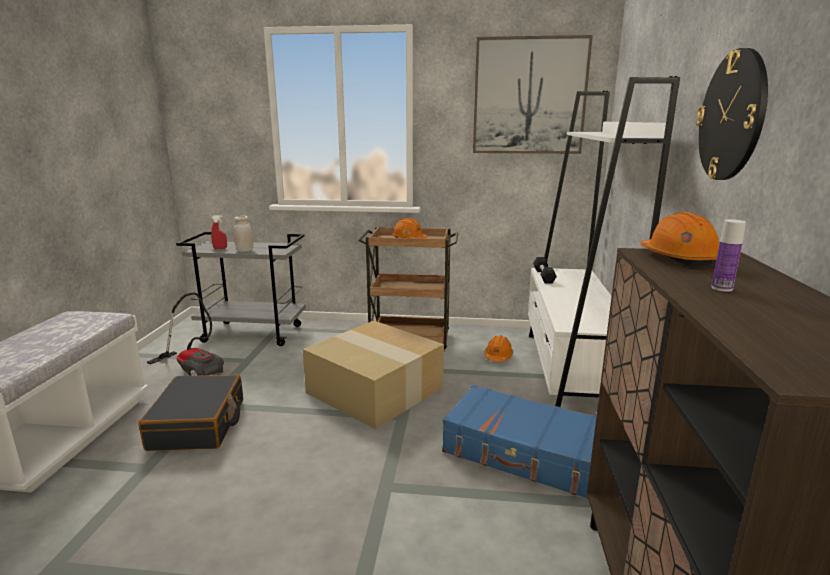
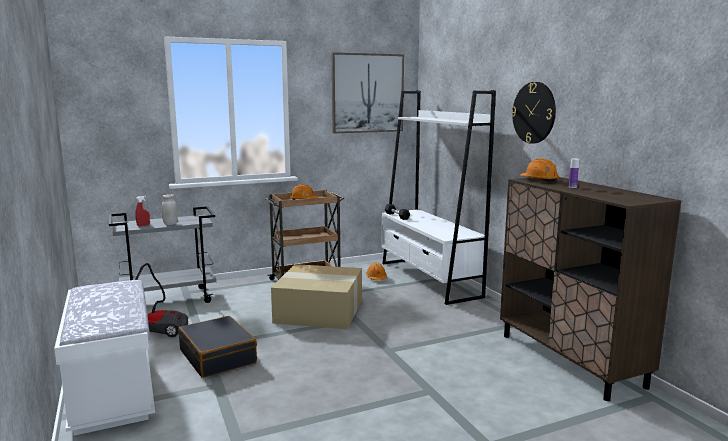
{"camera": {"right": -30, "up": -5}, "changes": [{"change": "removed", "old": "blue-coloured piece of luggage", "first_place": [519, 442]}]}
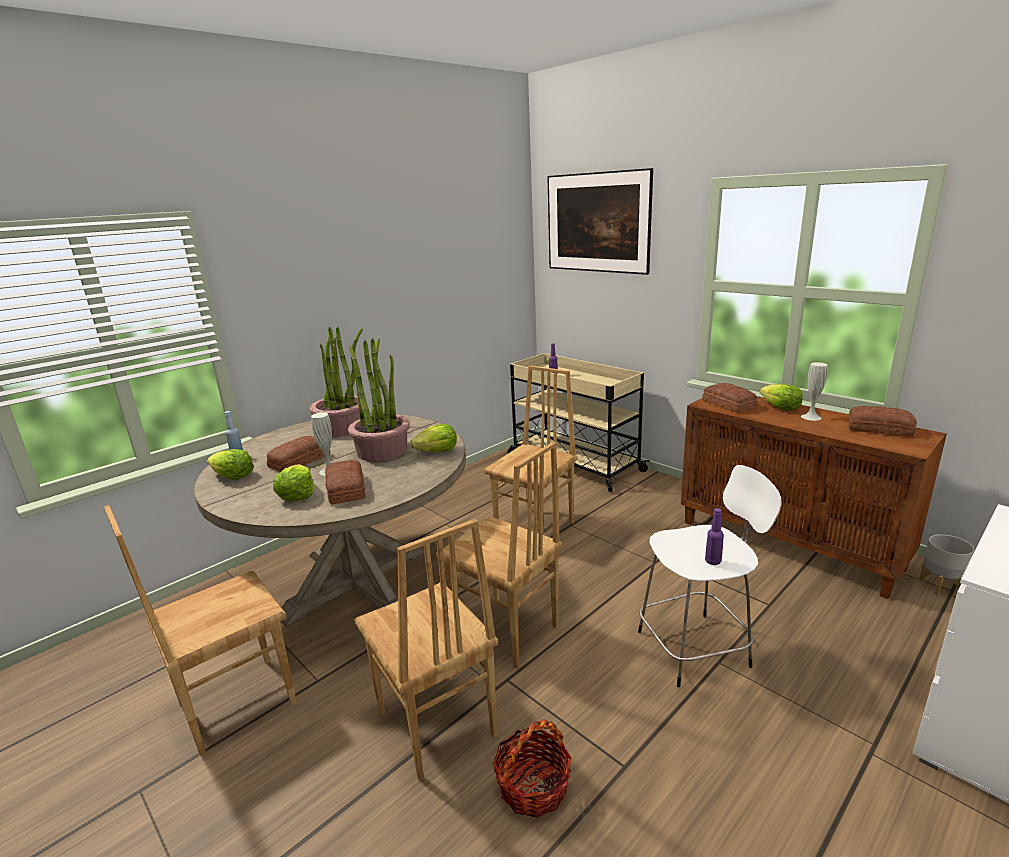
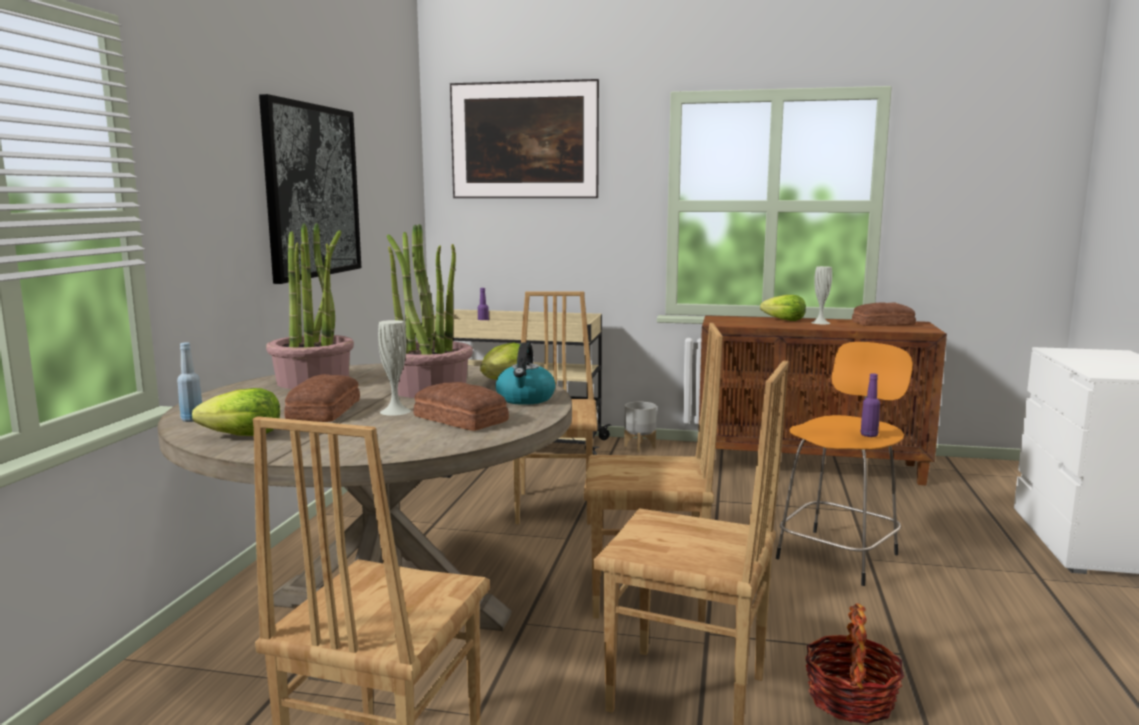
{"camera": {"right": -35, "up": -10}, "changes": [{"change": "removed", "old": "head of lettuce", "first_place": [294, 482]}, {"change": "removed", "old": "bakery bread", "first_place": [730, 398]}, {"change": "added", "new": "wall picture", "second_place": [310, 189]}, {"change": "added", "new": "tea kettle", "second_place": [525, 373]}, {"change": "moved", "old": "greyish flower pot", "first_place": [946, 565], "second_place": [640, 427]}, {"change": "recoloured", "old": "white-coloured sitting stool", "new": "orange-coloured sitting stool", "first_place": [710, 576], "second_place": [844, 464]}]}
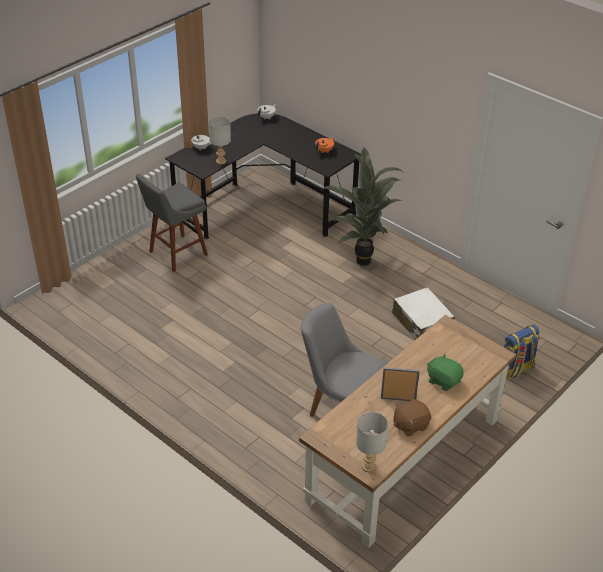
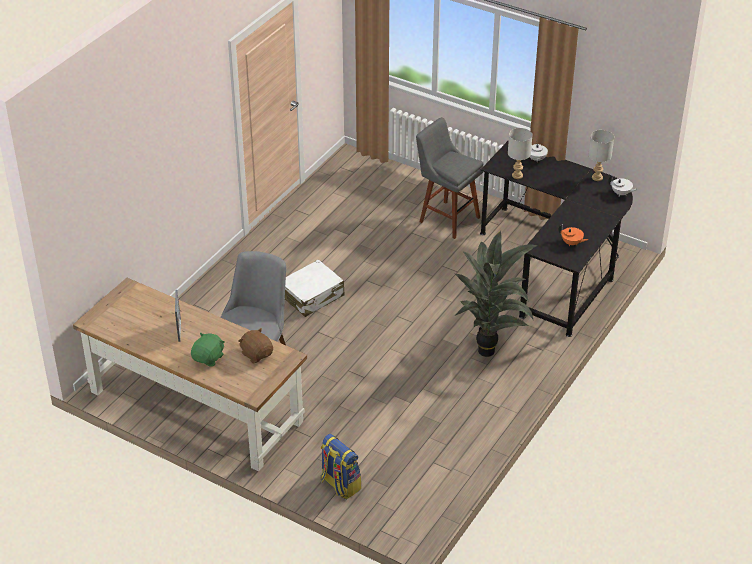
{"camera": {"right": 80, "up": 0}, "changes": [{"change": "moved", "old": "greyish tabletop lamp", "first_place": [372, 442], "second_place": [601, 155]}, {"change": "moved", "old": "white-coloured piece of luggage", "first_place": [423, 313], "second_place": [315, 288]}, {"change": "moved", "old": "brownish plush toy", "first_place": [412, 418], "second_place": [255, 345]}]}
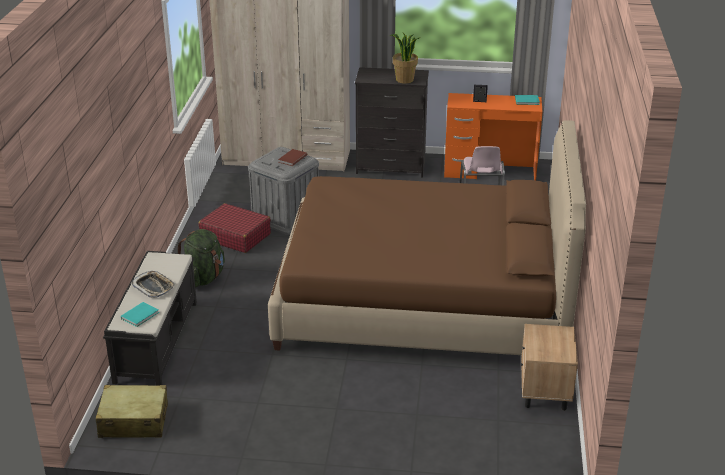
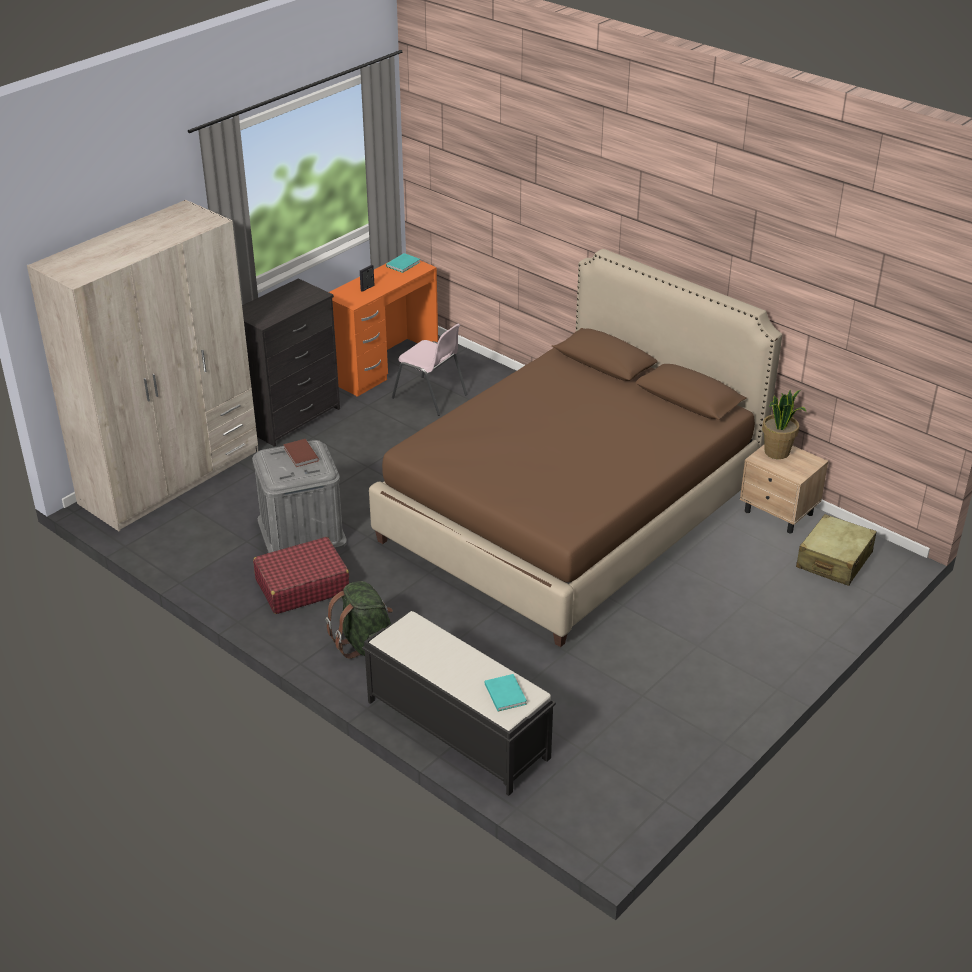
{"camera": {"right": -55, "up": 5}, "changes": [{"change": "removed", "old": "tray", "first_place": [153, 284]}, {"change": "moved", "old": "sand-coloured piece of luggage", "first_place": [132, 411], "second_place": [836, 550]}, {"change": "moved", "old": "plant in a pot", "first_place": [404, 58], "second_place": [784, 424]}]}
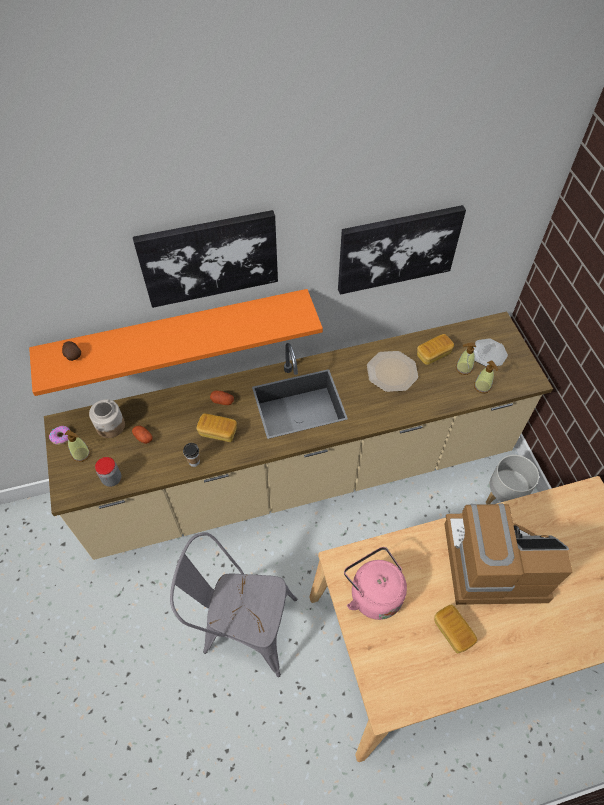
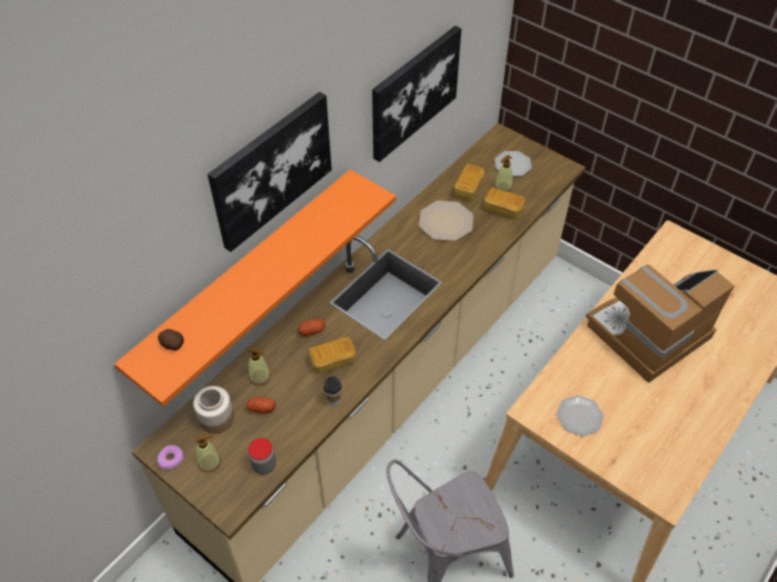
{"camera": {"right": -35, "up": -5}, "changes": [{"change": "removed", "old": "greyish flower pot", "first_place": [512, 479]}, {"change": "moved", "old": "bakery bread", "first_place": [455, 629], "second_place": [505, 203]}, {"change": "moved", "old": "liquid soap bottle", "first_place": [486, 376], "second_place": [259, 366]}, {"change": "replaced", "old": "pink tea kettle", "new": "flat dish", "first_place": [375, 583], "second_place": [580, 415]}]}
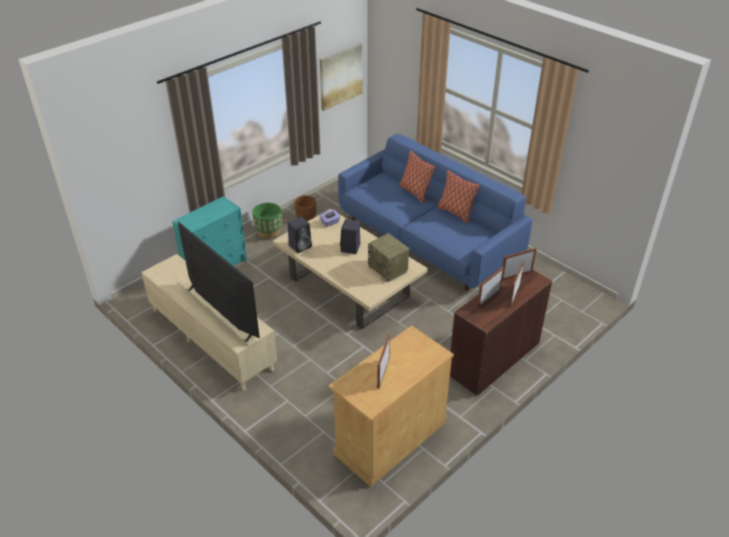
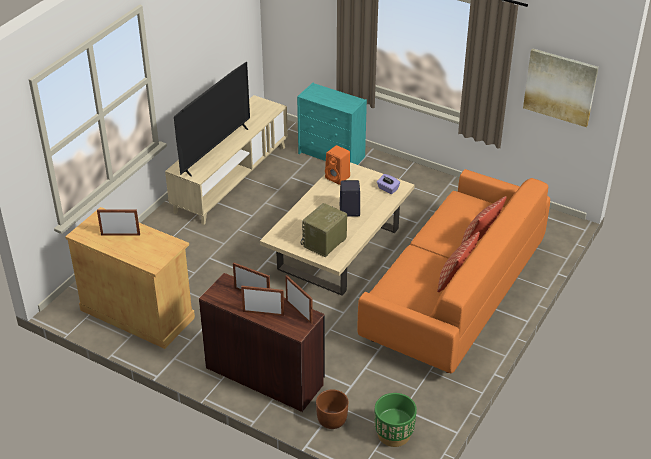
{"camera": {"right": 75, "up": 0}, "changes": [{"change": "moved", "old": "greenish flower pot", "first_place": [267, 221], "second_place": [395, 420]}, {"change": "moved", "old": "brownish flower pot", "first_place": [305, 208], "second_place": [332, 409]}, {"change": "recoloured", "old": "black-coloured loudspeaker", "new": "orange-coloured loudspeaker", "first_place": [300, 235], "second_place": [337, 165]}, {"change": "recoloured", "old": "blue-coloured couch", "new": "orange-coloured couch", "first_place": [435, 212], "second_place": [453, 271]}]}
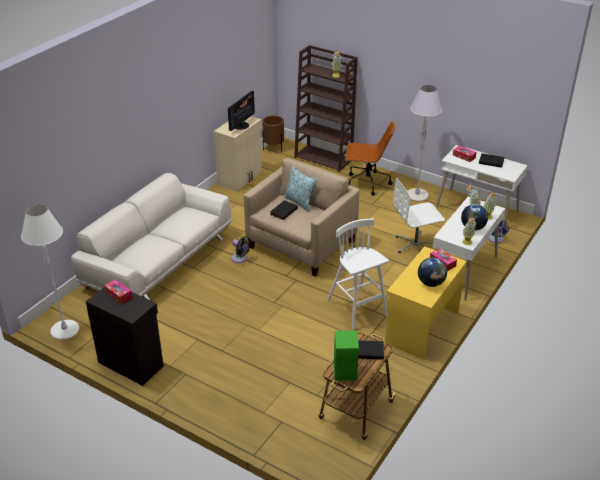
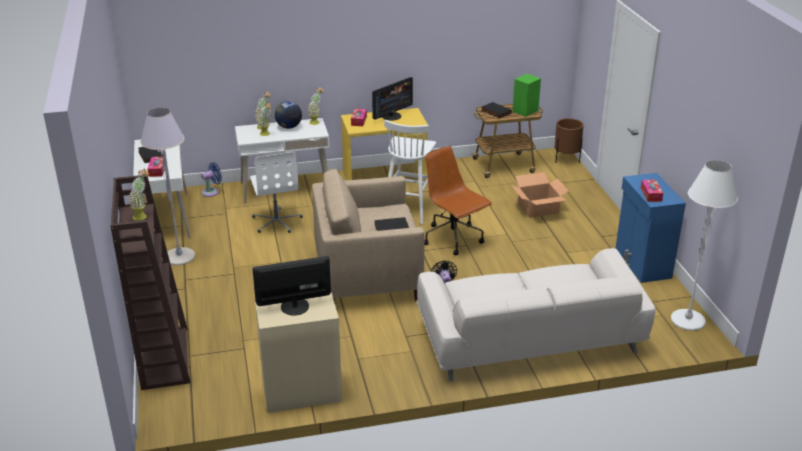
{"camera": {"right": -135, "up": -5}, "changes": [{"change": "removed", "old": "throw pillow", "first_place": [300, 189]}, {"change": "added", "new": "cardboard box", "second_place": [540, 195]}, {"change": "moved", "old": "brownish flower pot", "first_place": [273, 134], "second_place": [569, 140]}, {"change": "moved", "old": "brownish office chair", "first_place": [370, 158], "second_place": [458, 200]}, {"change": "replaced", "old": "desk globe", "new": "monitor", "first_place": [432, 272], "second_place": [392, 99]}, {"change": "recoloured", "old": "black-coloured cupboard", "new": "blue-coloured cupboard", "first_place": [125, 336], "second_place": [651, 228]}, {"change": "turned", "old": "white-coloured office chair", "first_place": [419, 215], "second_place": [276, 192], "degrees": 45}]}
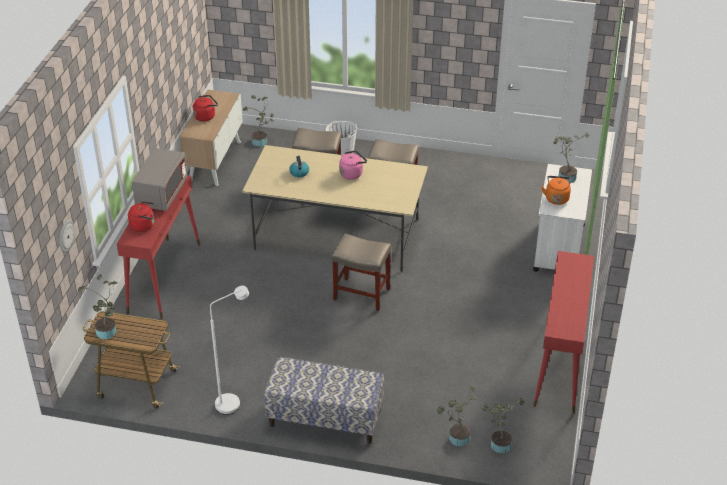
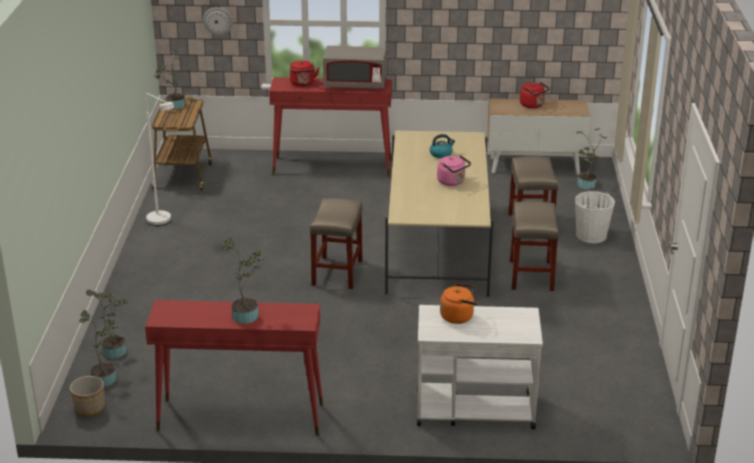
{"camera": {"right": 80, "up": -10}, "changes": [{"change": "removed", "old": "indoor bench", "first_place": [324, 400]}, {"change": "added", "new": "flower pot", "second_place": [87, 396]}, {"change": "moved", "old": "plant in a pot", "first_place": [571, 158], "second_place": [243, 281]}]}
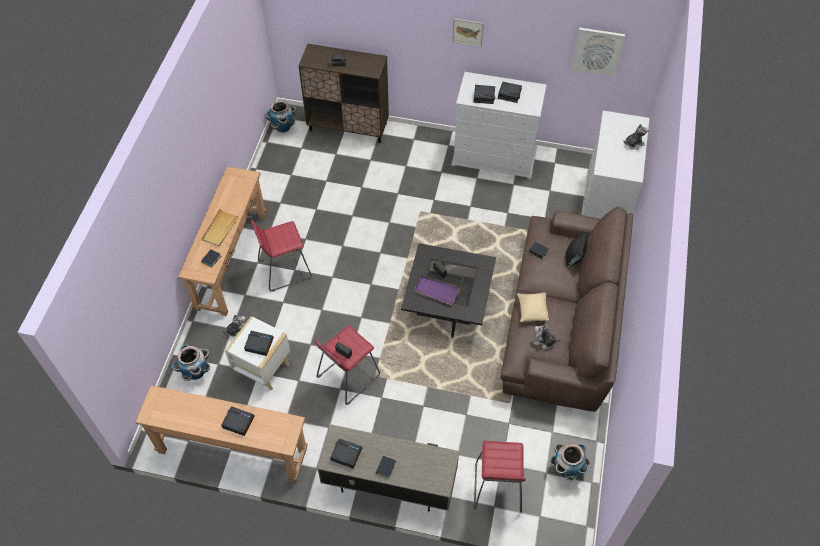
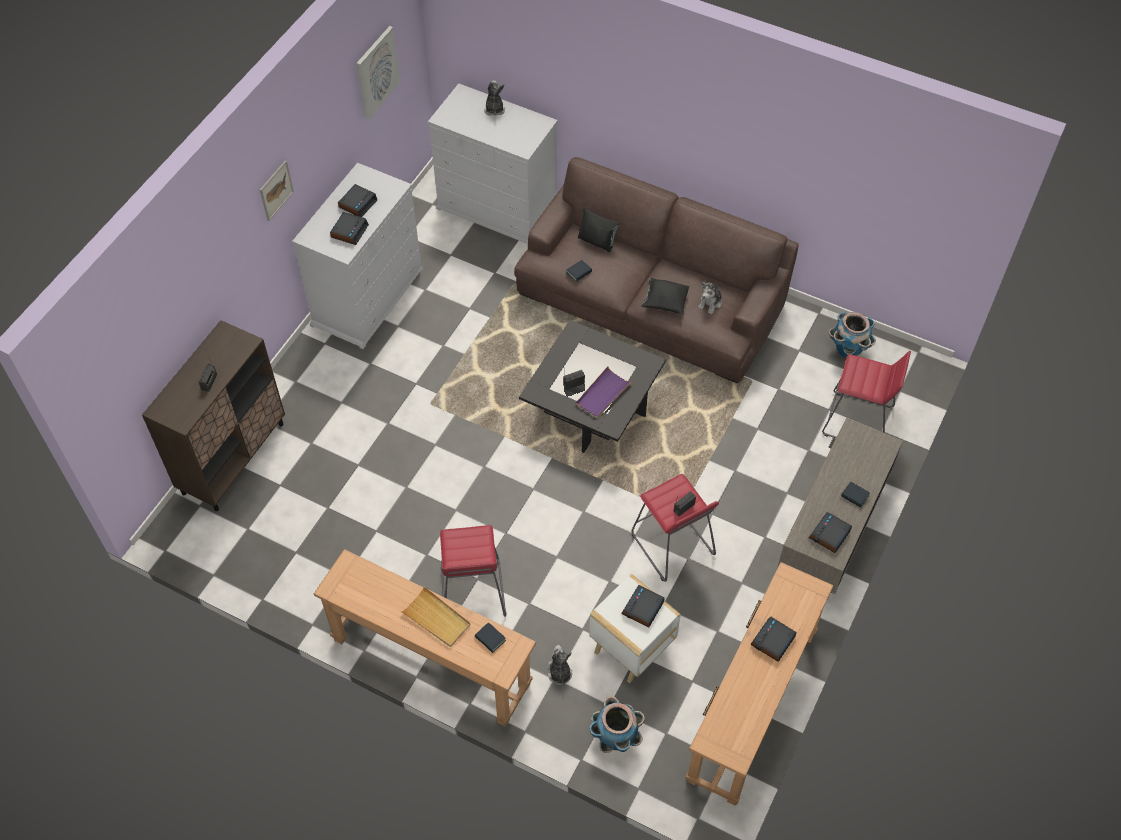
{"camera": {"right": -75, "up": 0}, "changes": [{"change": "removed", "old": "flower pot", "first_place": [280, 116]}, {"change": "recoloured", "old": "sand-coloured throw pillow", "new": "black-coloured throw pillow", "first_place": [533, 307], "second_place": [665, 296]}]}
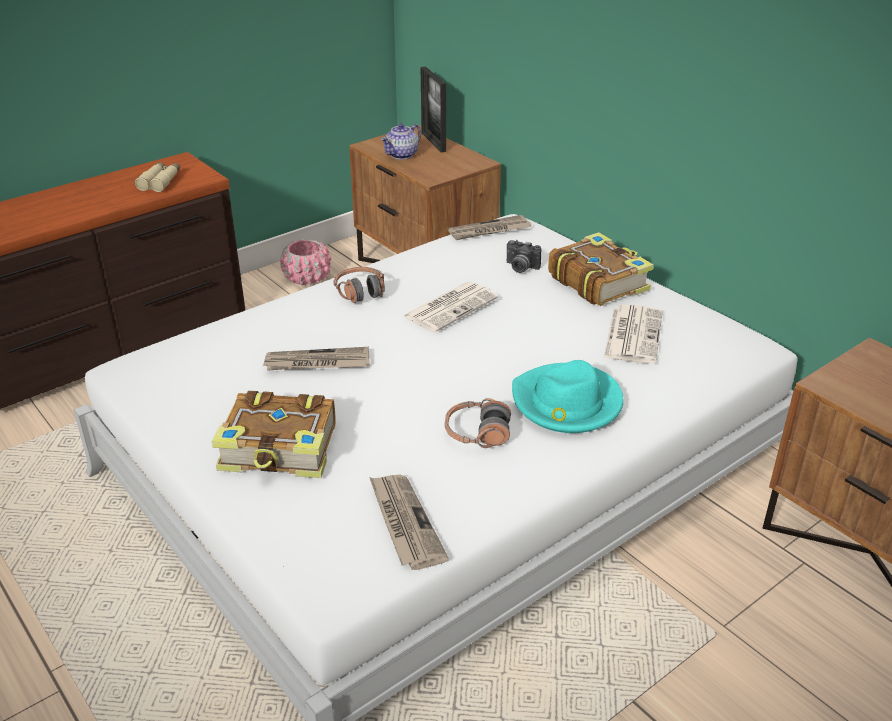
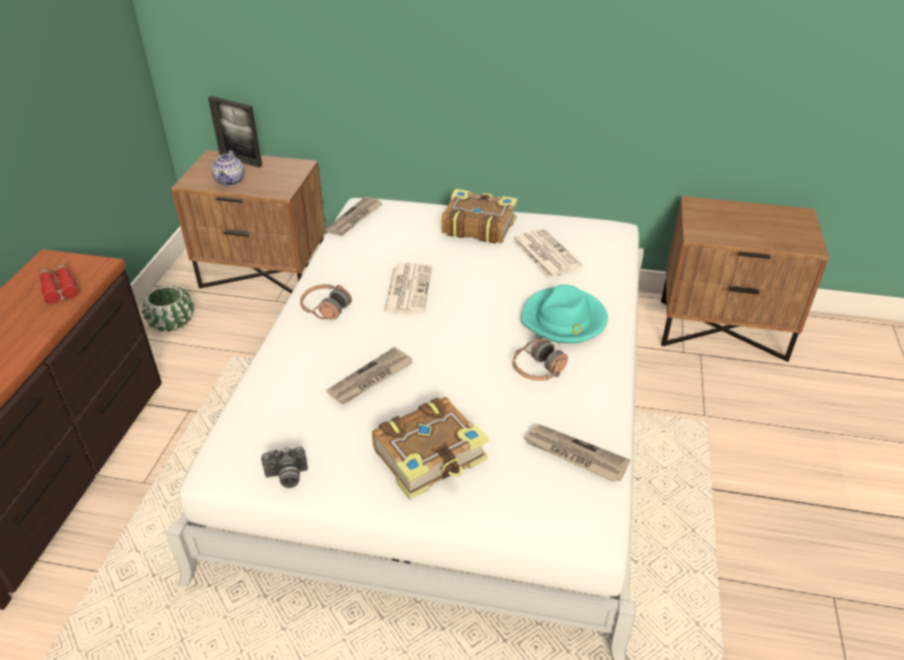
{"camera": {"right": -40, "up": 5}, "changes": [{"change": "moved", "old": "photo camera", "first_place": [524, 256], "second_place": [284, 467]}, {"change": "recoloured", "old": "sand-coloured binoculars", "new": "reddish binoculars", "first_place": [157, 177], "second_place": [58, 283]}, {"change": "recoloured", "old": "pink flower pot", "new": "greenish flower pot", "first_place": [305, 262], "second_place": [168, 309]}]}
